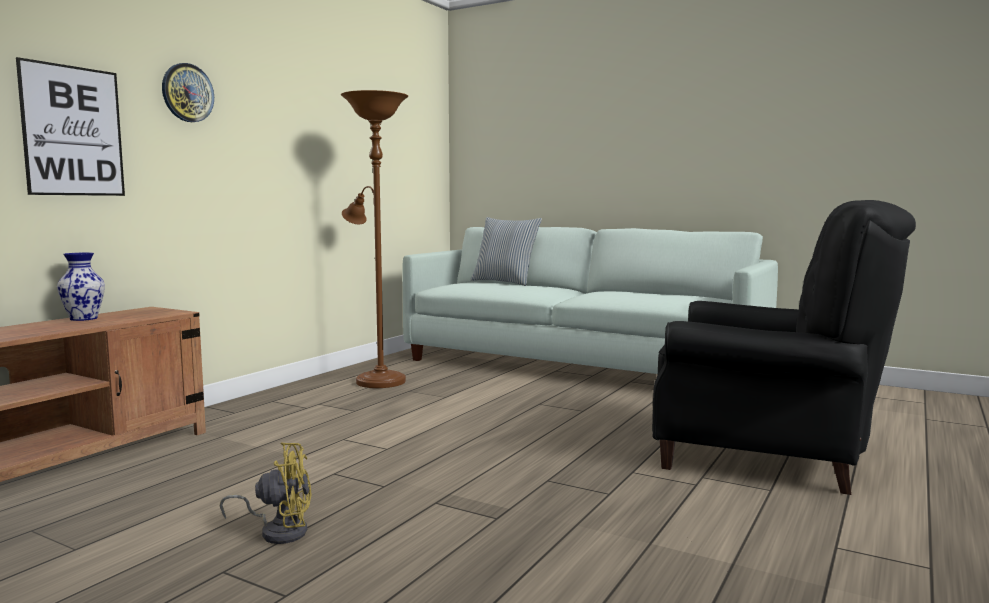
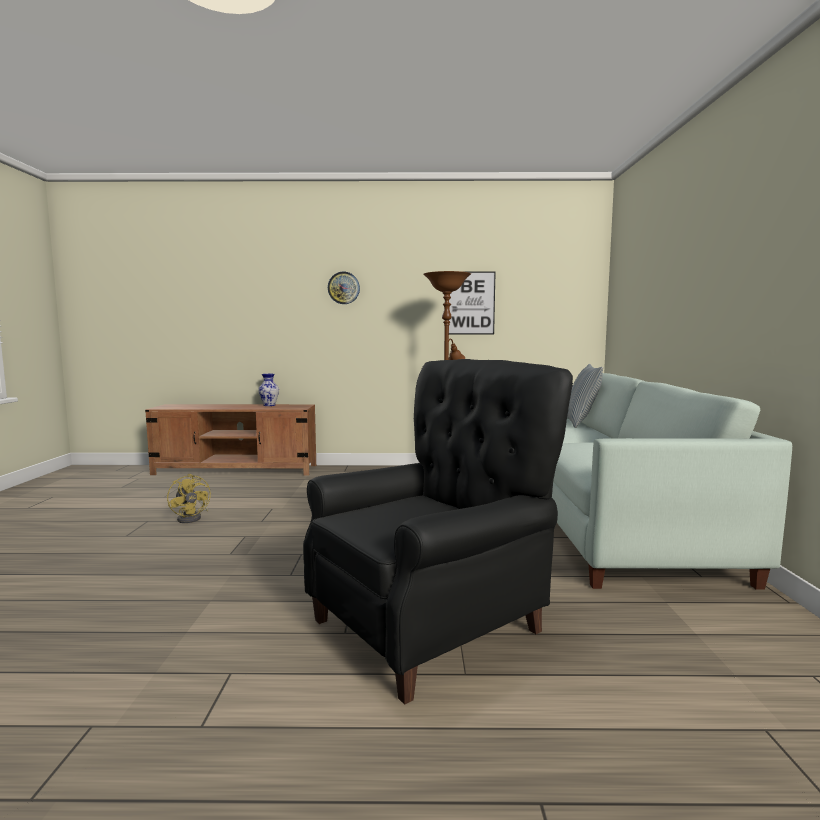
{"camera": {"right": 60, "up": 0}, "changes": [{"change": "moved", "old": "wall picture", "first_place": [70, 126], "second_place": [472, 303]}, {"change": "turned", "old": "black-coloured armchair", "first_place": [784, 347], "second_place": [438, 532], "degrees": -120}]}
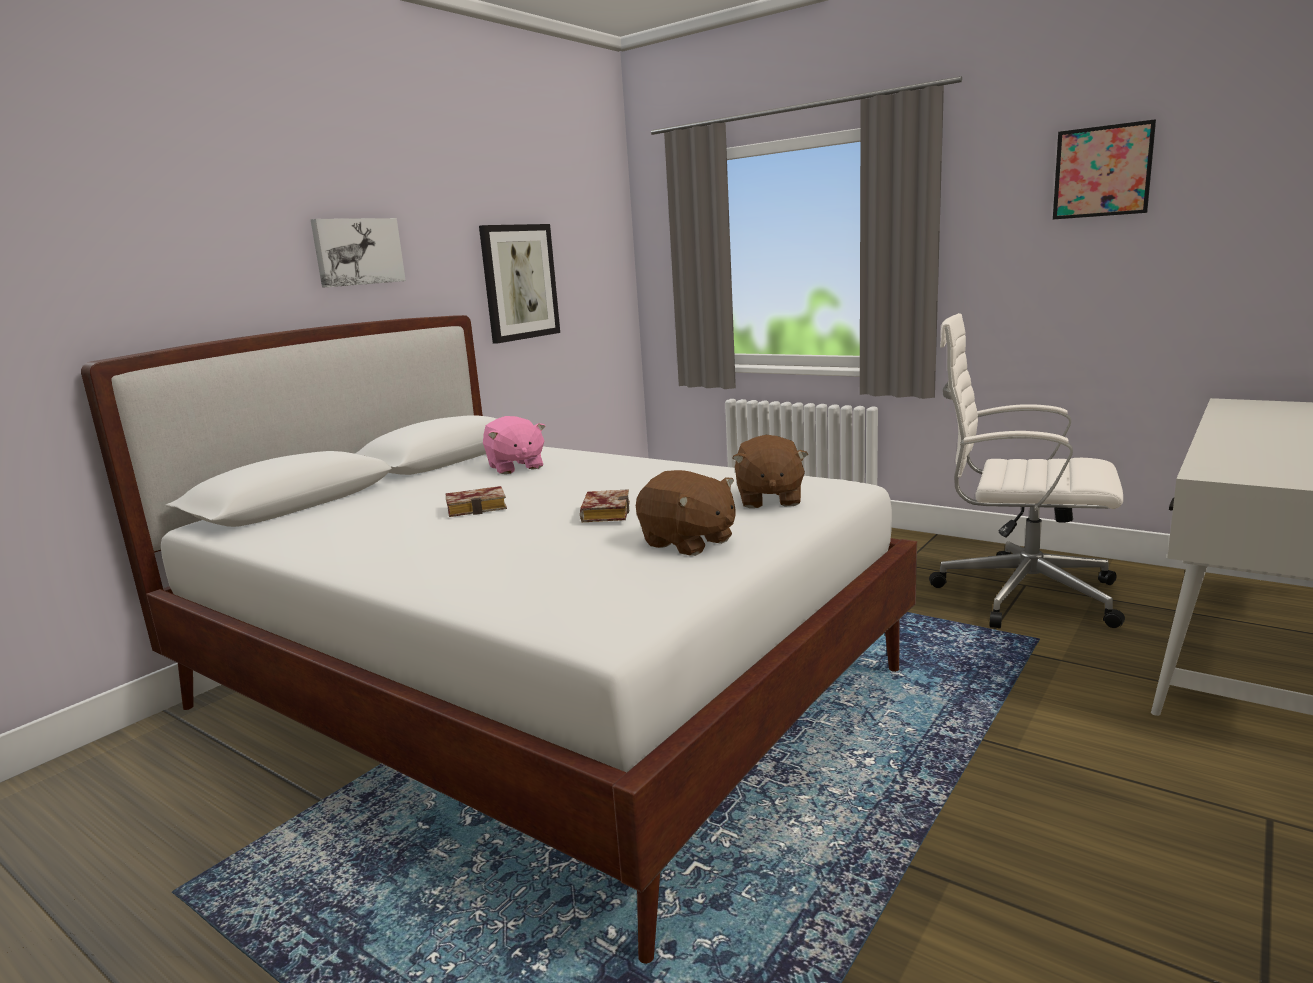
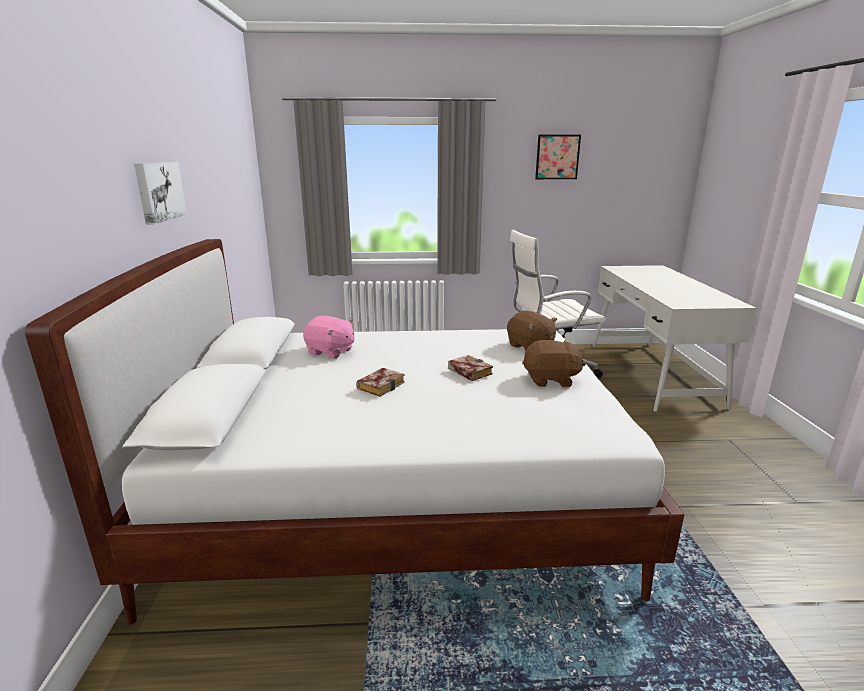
{"camera": {"right": -40, "up": 5}, "changes": [{"change": "removed", "old": "wall picture", "first_place": [519, 283]}]}
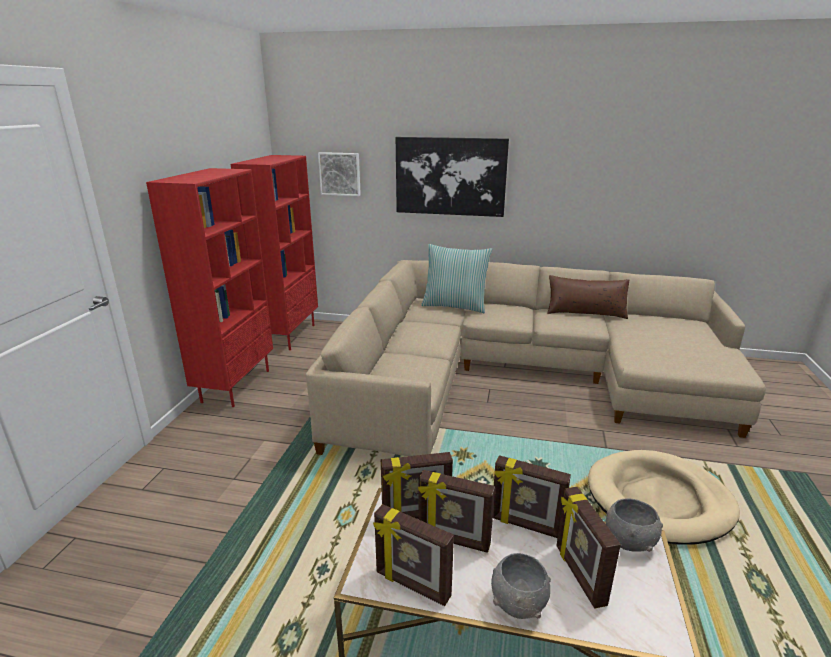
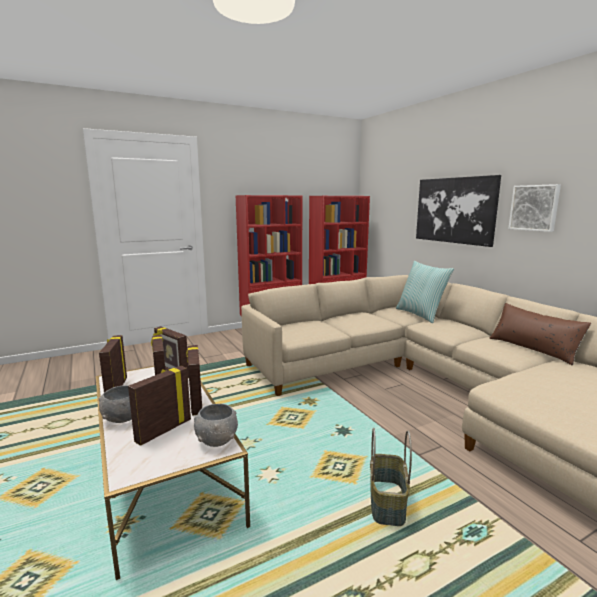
{"camera": {"right": 50, "up": -10}, "changes": [{"change": "moved", "old": "wall picture", "first_place": [339, 174], "second_place": [534, 208]}, {"change": "replaced", "old": "sand-coloured pet bed", "new": "household basket", "first_place": [664, 497], "second_place": [391, 477]}]}
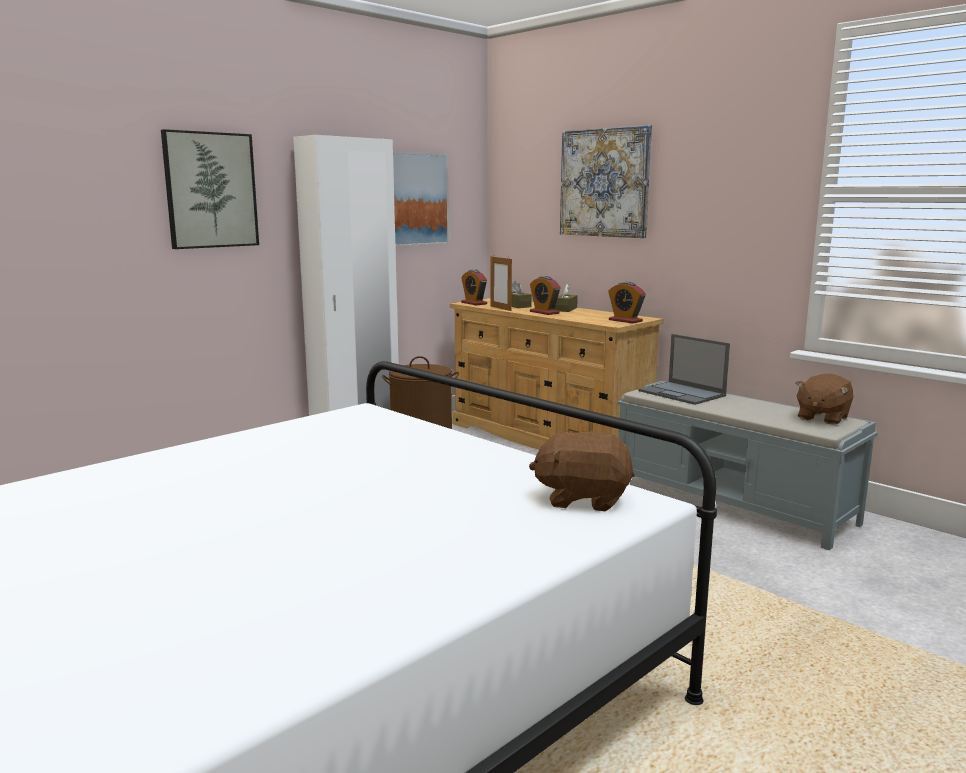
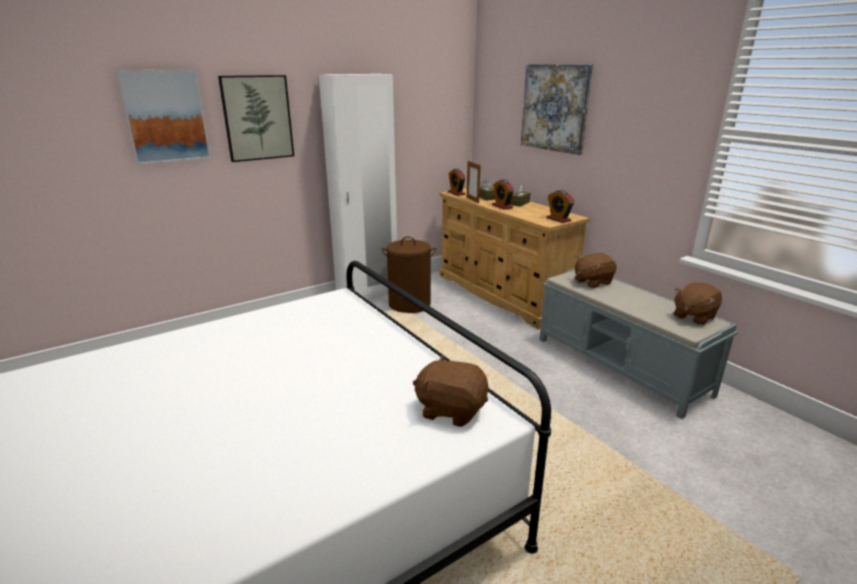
{"camera": {"right": 10, "up": 10}, "changes": [{"change": "moved", "old": "wall picture", "first_place": [421, 199], "second_place": [163, 117]}, {"change": "replaced", "old": "portable computer", "new": "brownish plush toy", "first_place": [684, 369], "second_place": [596, 270]}]}
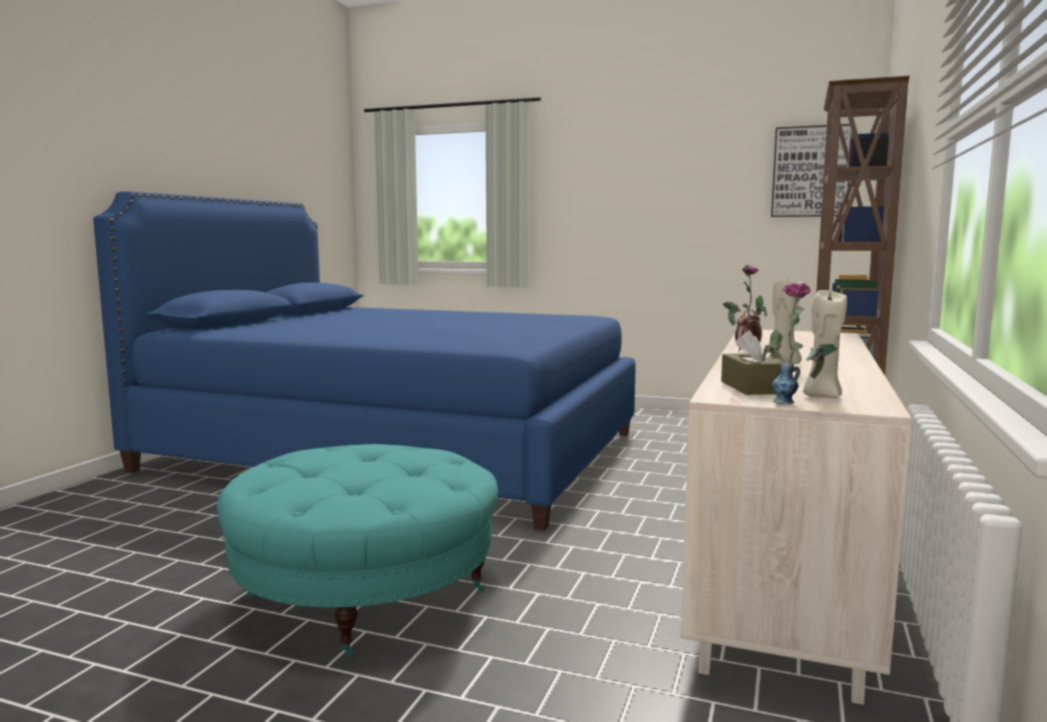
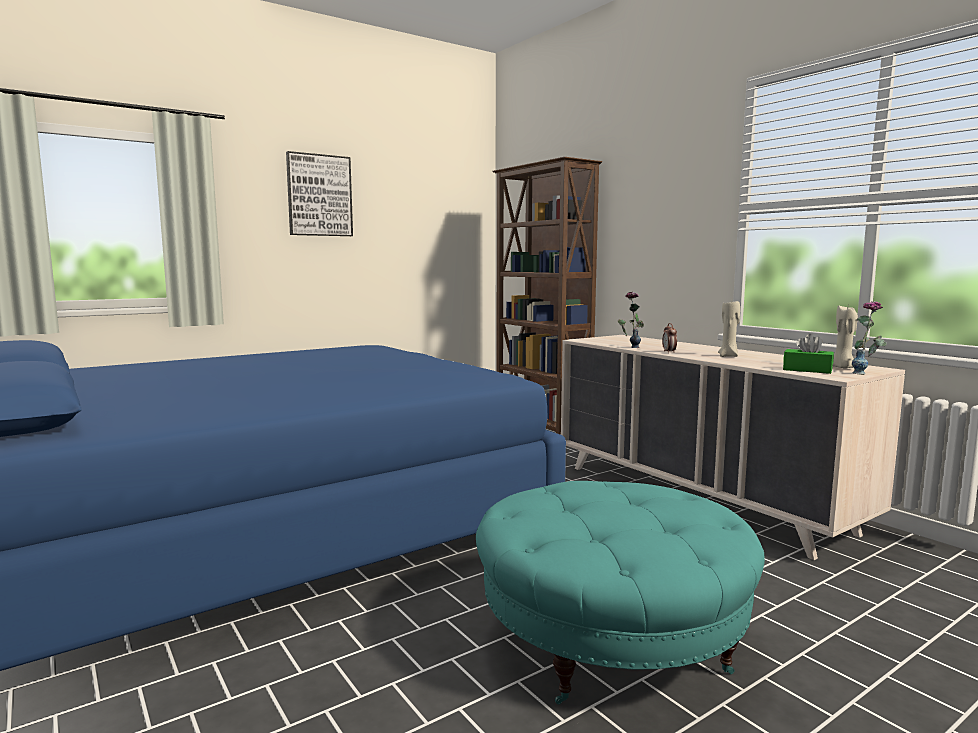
{"camera": {"right": -55, "up": 0}, "changes": [{"change": "moved", "old": "wall picture", "first_place": [811, 170], "second_place": [319, 193]}, {"change": "recoloured", "old": "brownish box of tissues", "new": "greenish box of tissues", "first_place": [751, 362], "second_place": [808, 354]}]}
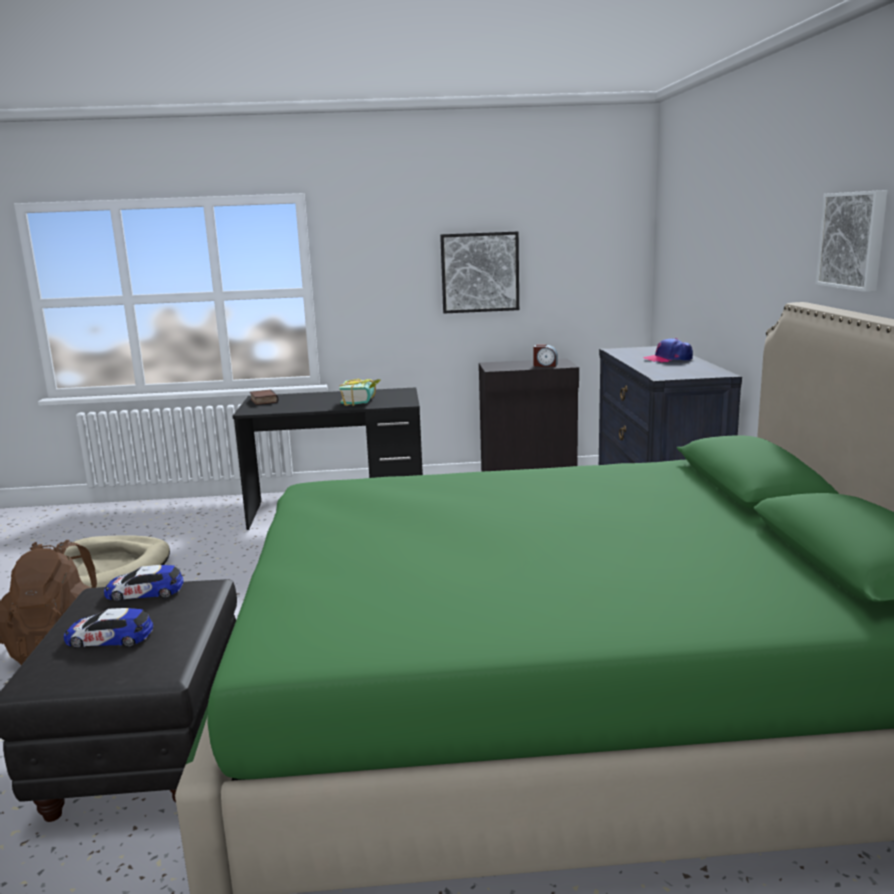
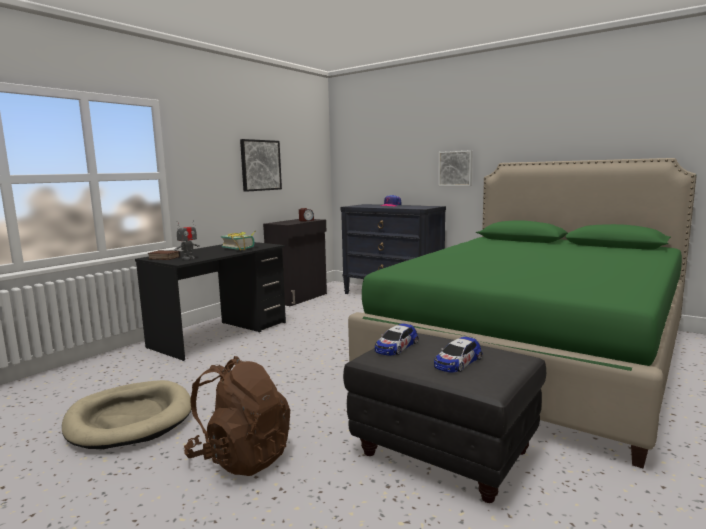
{"camera": {"right": -50, "up": -5}, "changes": [{"change": "added", "new": "model robot", "second_place": [187, 240]}, {"change": "moved", "old": "wall picture", "first_place": [851, 241], "second_place": [455, 168]}]}
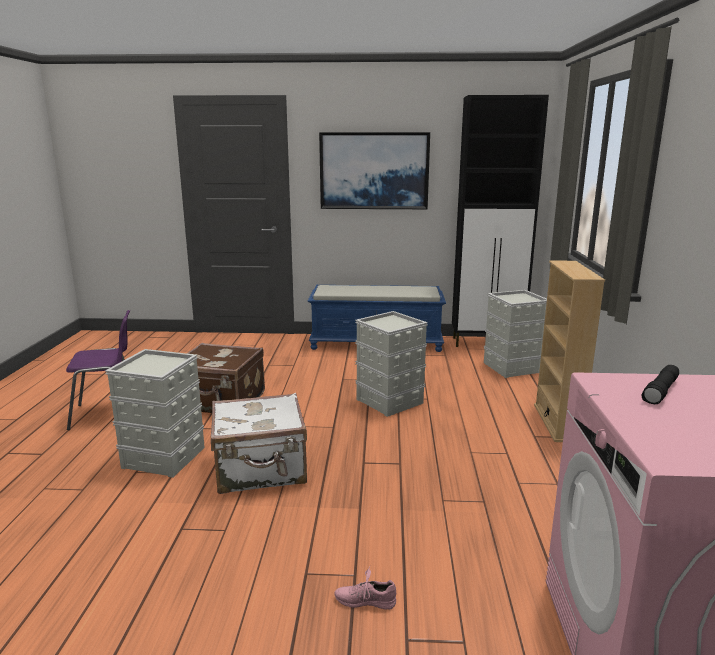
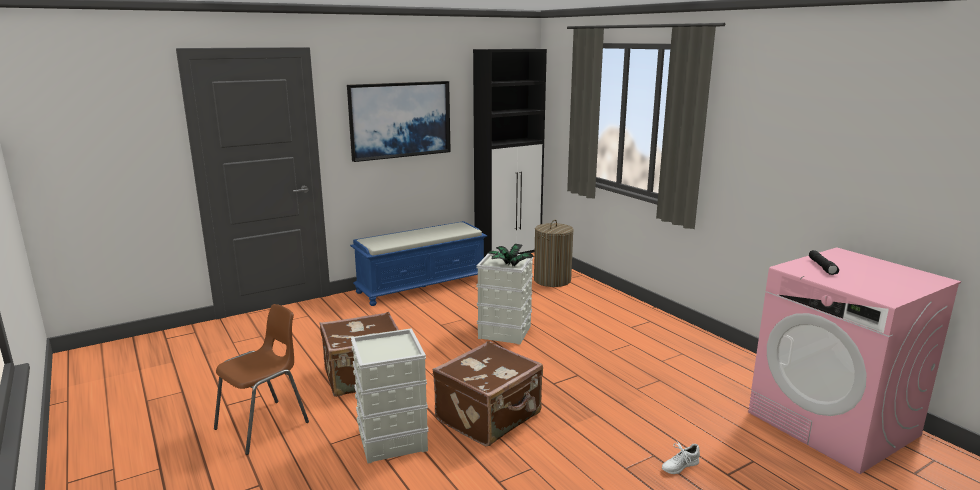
{"camera": {"right": -35, "up": 0}, "changes": [{"change": "removed", "old": "sand-coloured bookcase", "first_place": [569, 351]}, {"change": "added", "new": "plant in a pot", "second_place": [511, 255]}, {"change": "replaced", "old": "greyish storage container", "new": "washing basket", "first_place": [515, 334], "second_place": [554, 253]}, {"change": "recoloured", "old": "purplish chair", "new": "brownish chair", "first_place": [98, 370], "second_place": [261, 379]}, {"change": "recoloured", "old": "white-coloured piece of luggage", "new": "brownish piece of luggage", "first_place": [259, 443], "second_place": [488, 393]}, {"change": "recoloured", "old": "pink shoe", "new": "white-coloured shoe", "first_place": [365, 588], "second_place": [681, 457]}]}
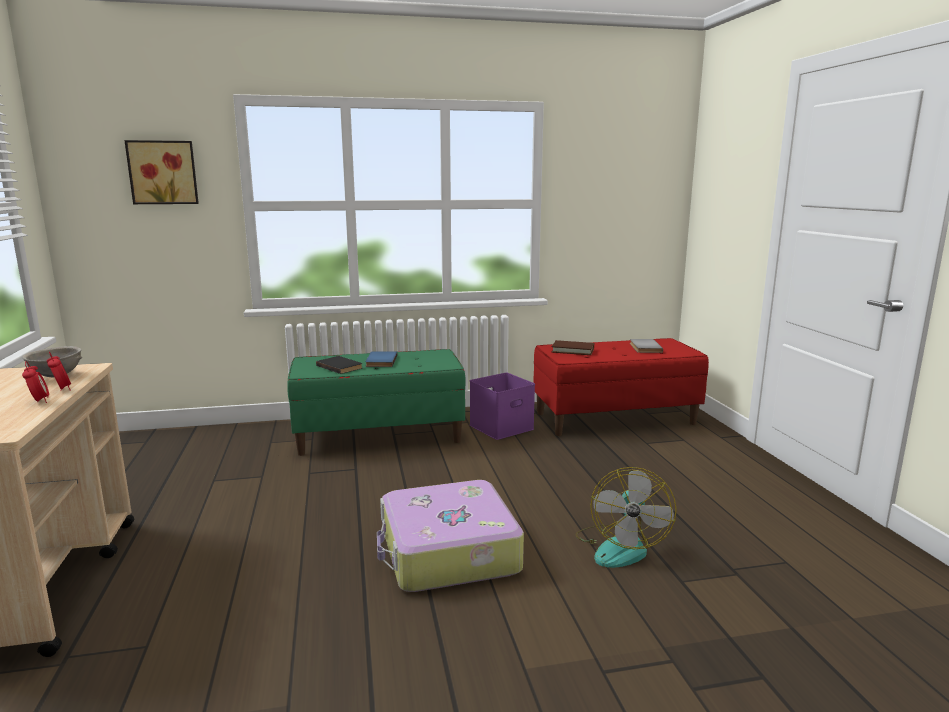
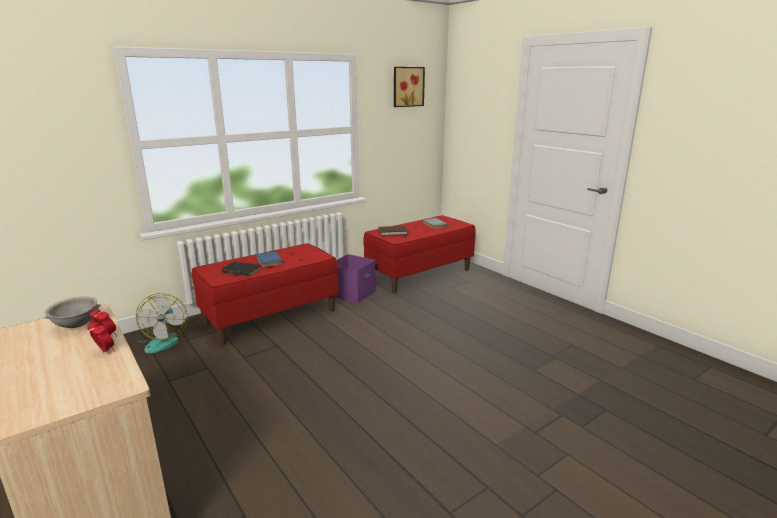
{"camera": {"right": -25, "up": 5}, "changes": [{"change": "removed", "old": "piece of luggage", "first_place": [450, 536]}, {"change": "moved", "old": "wall picture", "first_place": [161, 172], "second_place": [409, 87]}, {"change": "moved", "old": "cooling fan", "first_place": [626, 517], "second_place": [162, 323]}, {"change": "recoloured", "old": "greenish indoor bench", "new": "reddish indoor bench", "first_place": [376, 402], "second_place": [265, 294]}]}
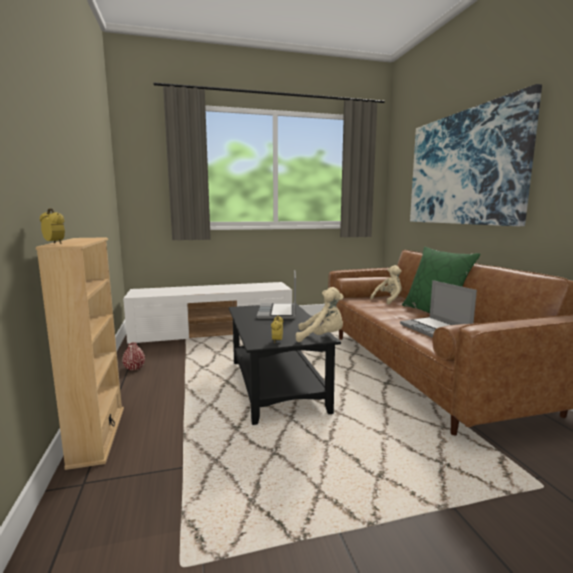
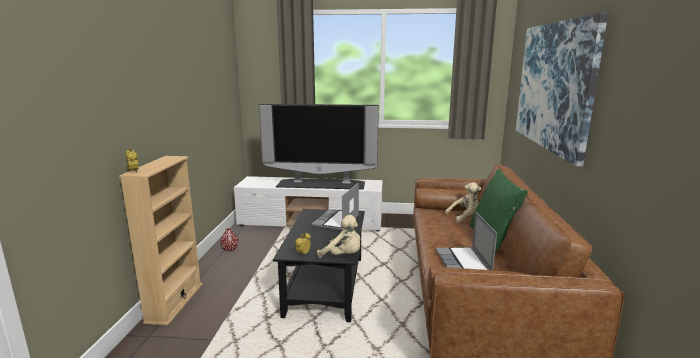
{"camera": {"right": 20, "up": 5}, "changes": [{"change": "added", "new": "television", "second_place": [319, 147]}]}
